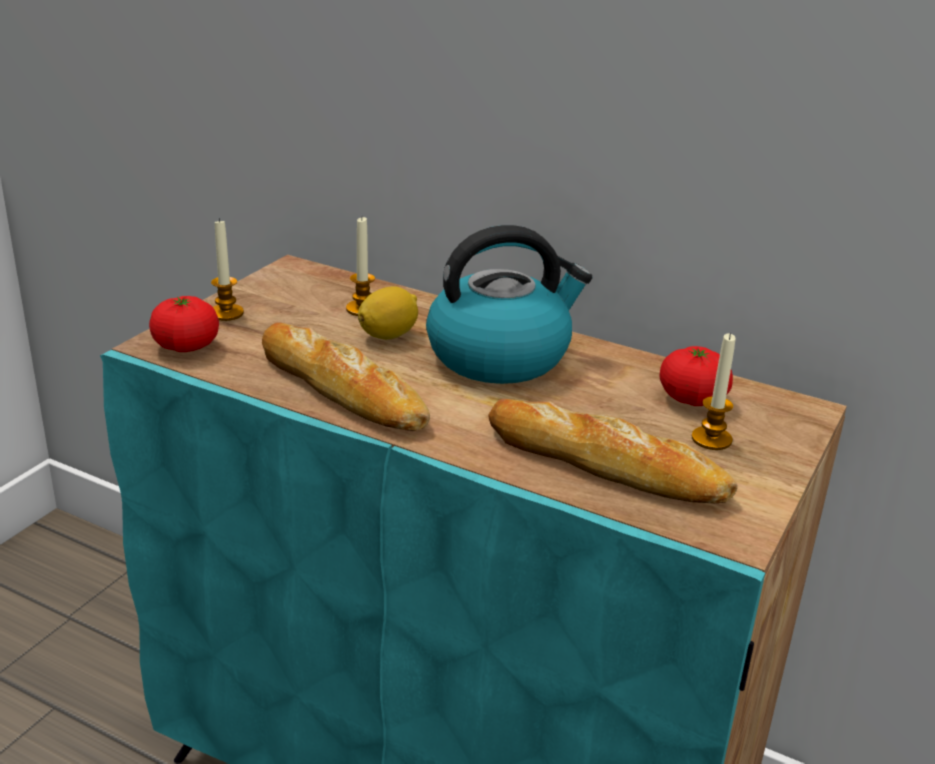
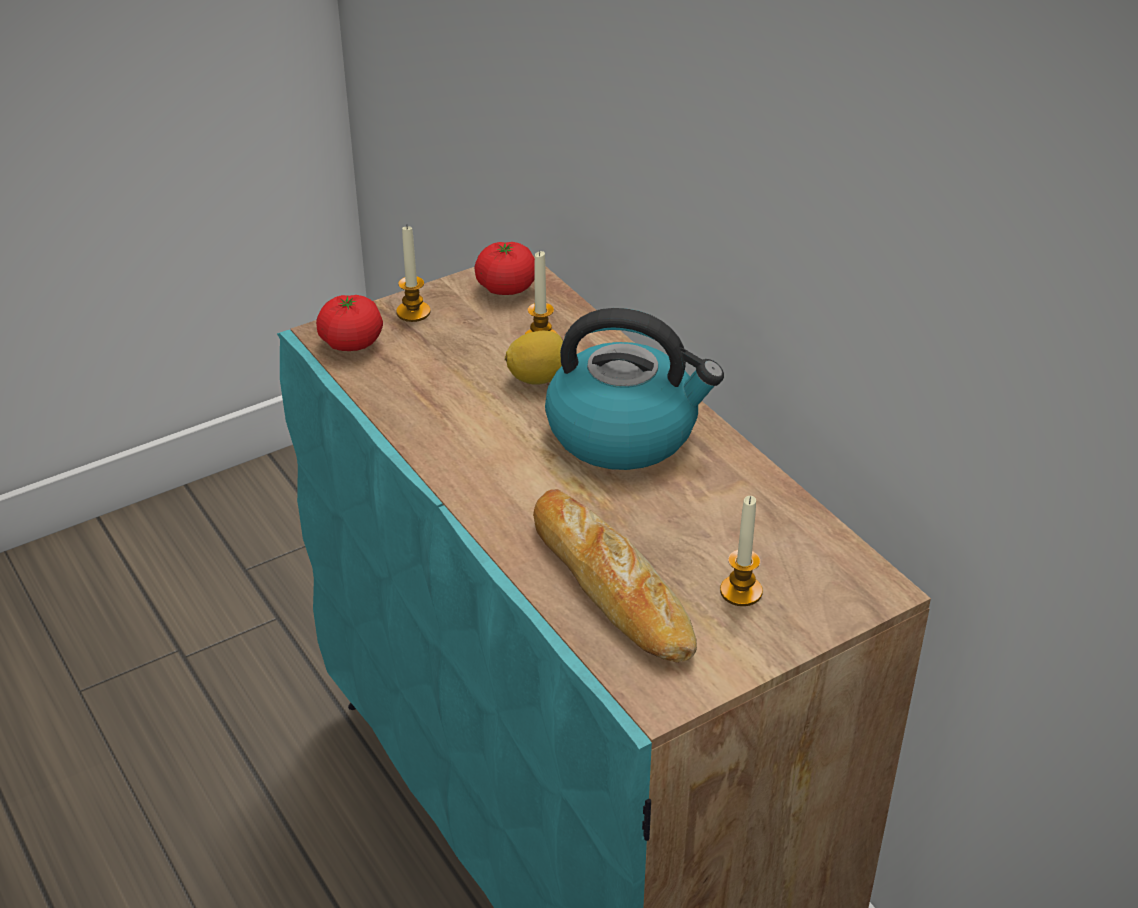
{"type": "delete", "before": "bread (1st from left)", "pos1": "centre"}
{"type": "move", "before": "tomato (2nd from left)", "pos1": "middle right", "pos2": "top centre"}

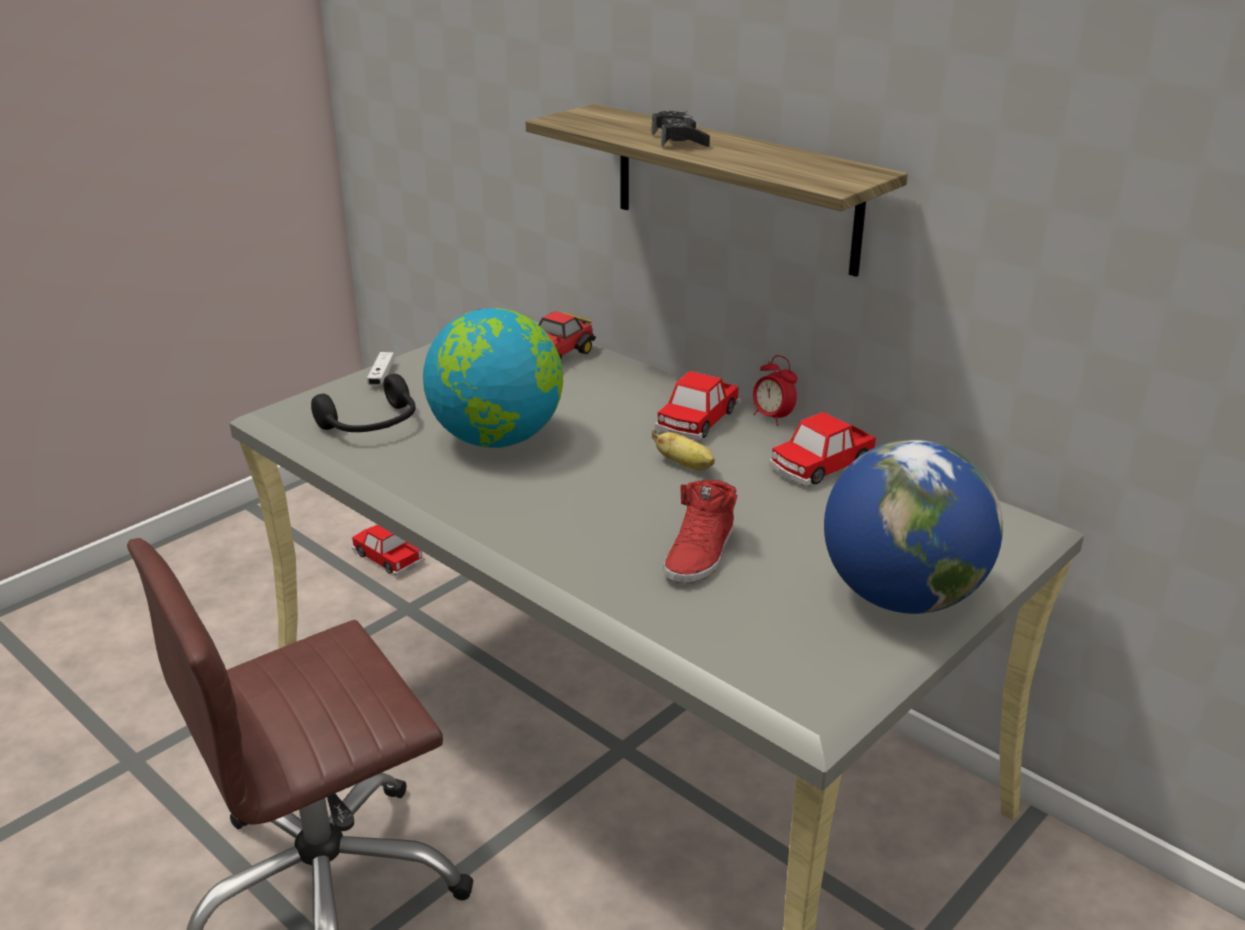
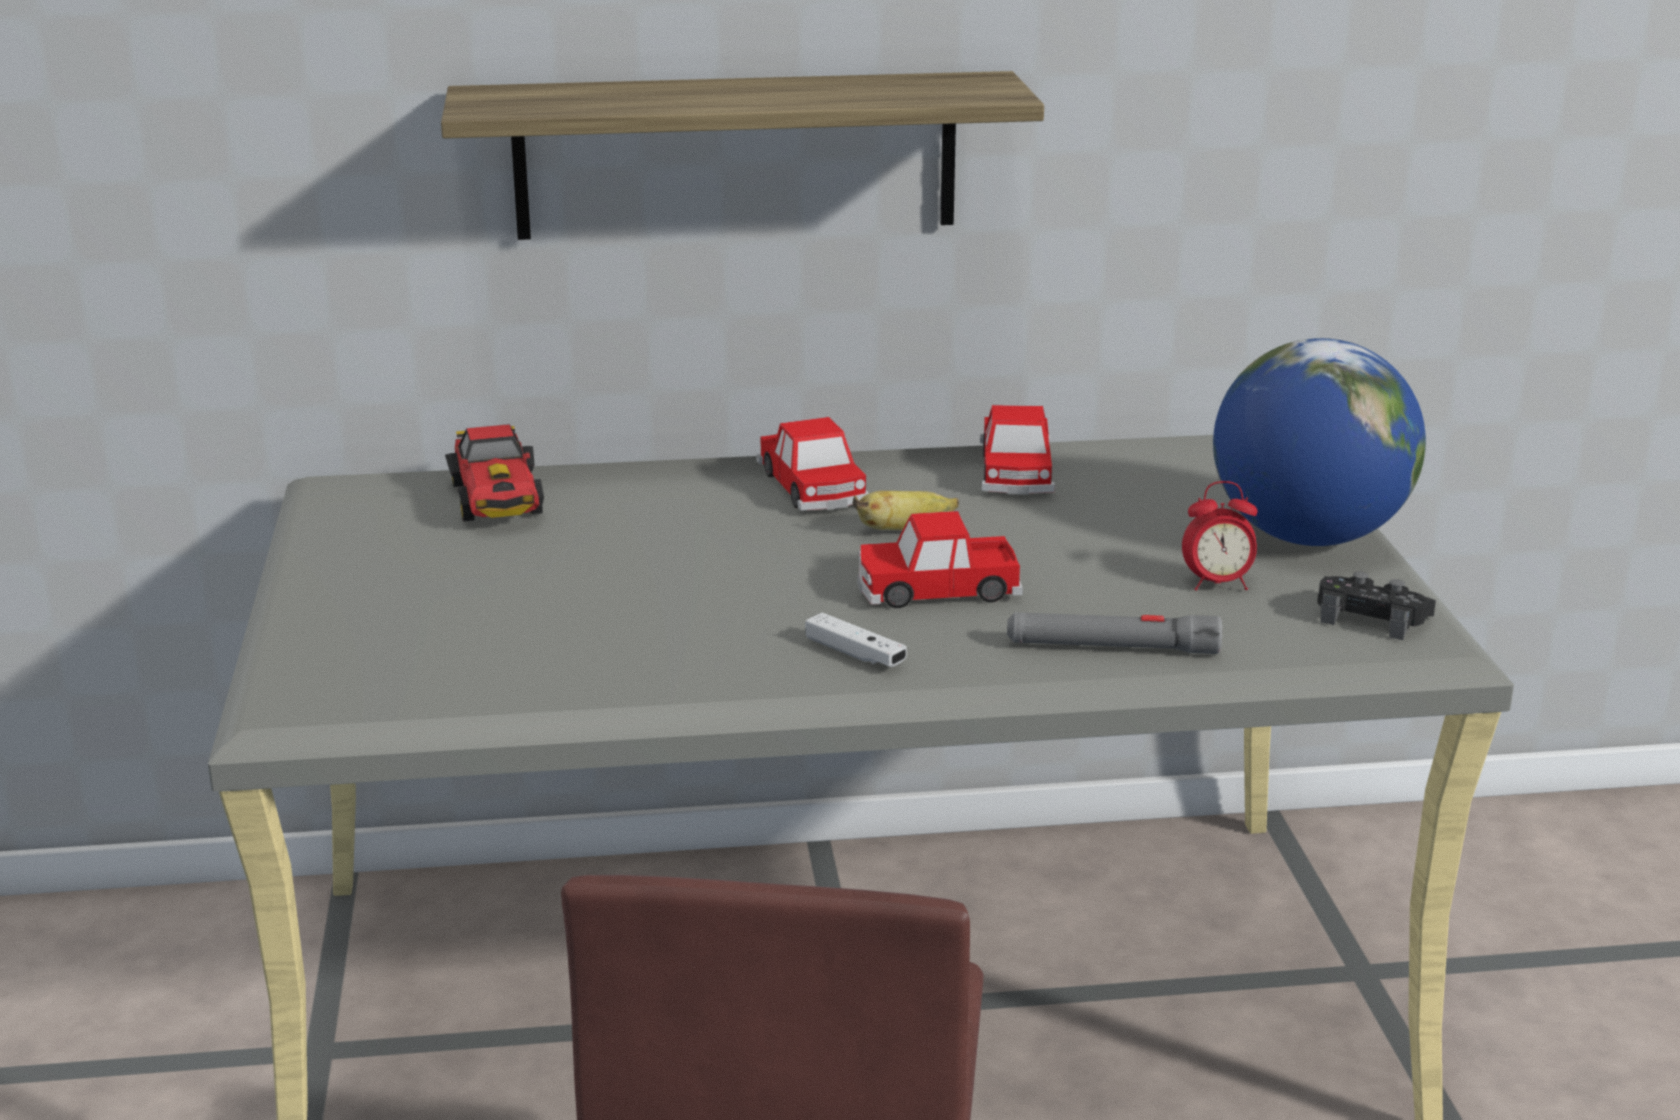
{"type": "delete", "before": "headphones (black)", "pos1": "middle left"}
{"type": "move", "before": "toy car (1st from left in the first image)", "after": "toy car (3rd from left)", "pos1": "middle left", "pos2": "centre"}
{"type": "move", "before": "game controller (white)", "pos1": "middle left", "pos2": "centre"}
{"type": "delete", "before": "globe (1st from left)", "pos1": "centre"}
{"type": "move", "before": "game controller (black)", "pos1": "top centre", "pos2": "middle right"}
{"type": "delete", "before": "shoe (red)", "pos1": "centre"}
{"type": "move", "before": "alarm clock", "pos1": "centre", "pos2": "middle right"}
{"type": "insert", "after": "flashlight (grey)", "pos2": "centre"}

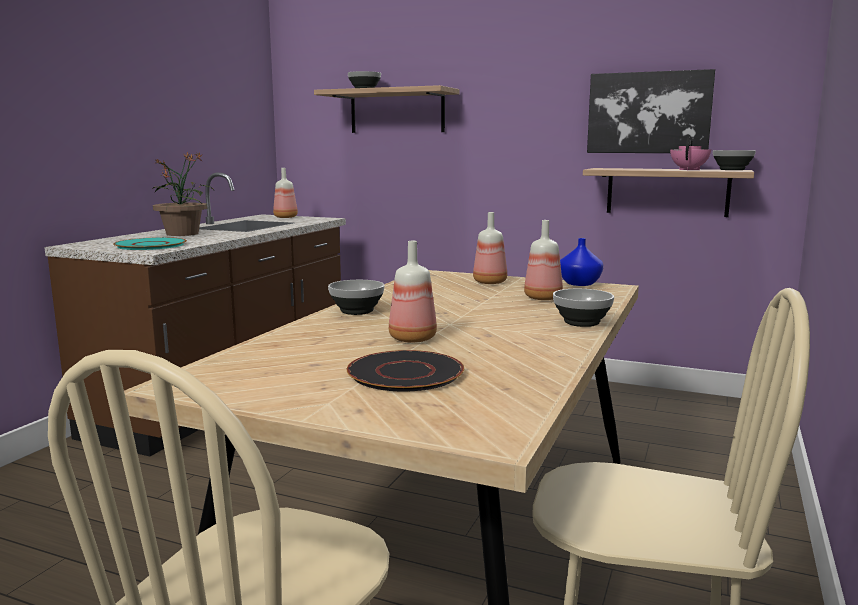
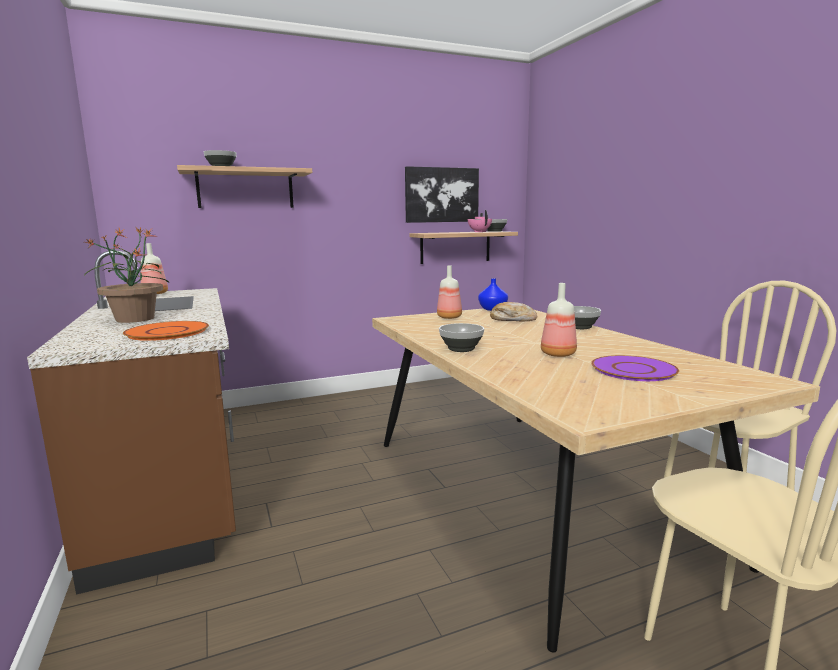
{"type": "recolor", "before": "plate (turquoise)", "after": "plate (orange)", "pos1": "middle left", "pos2": "middle left"}
{"type": "recolor", "before": "plate (black)", "after": "plate (purple)", "pos1": "centre", "pos2": "middle right"}
{"type": "replace", "before": "bottle (4th from left)", "after": "bread", "pos1": "centre", "pos2": "centre"}

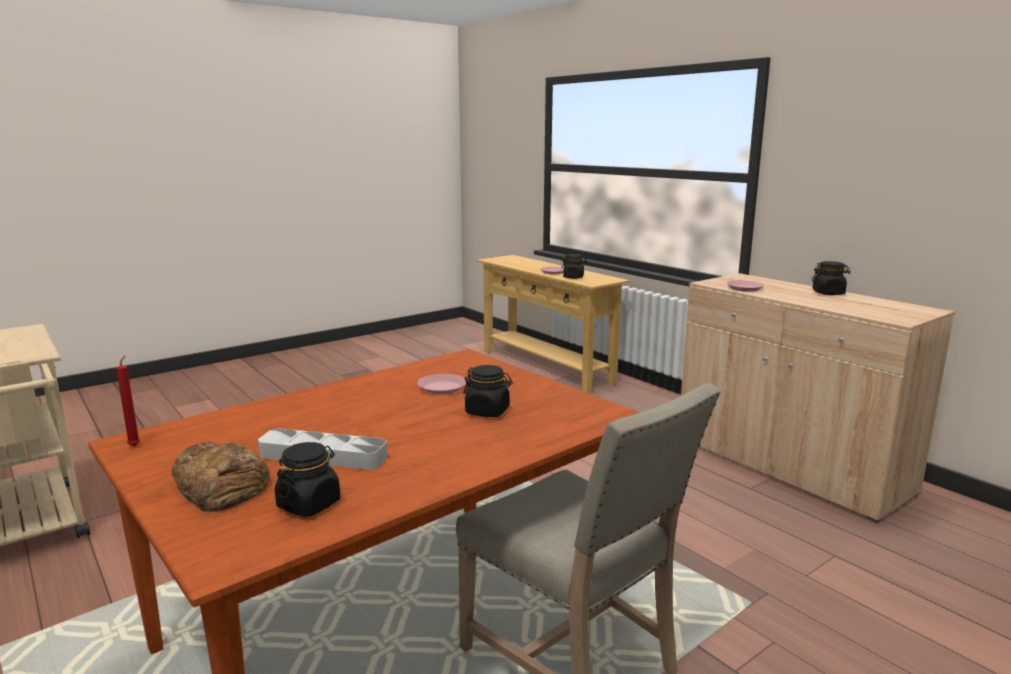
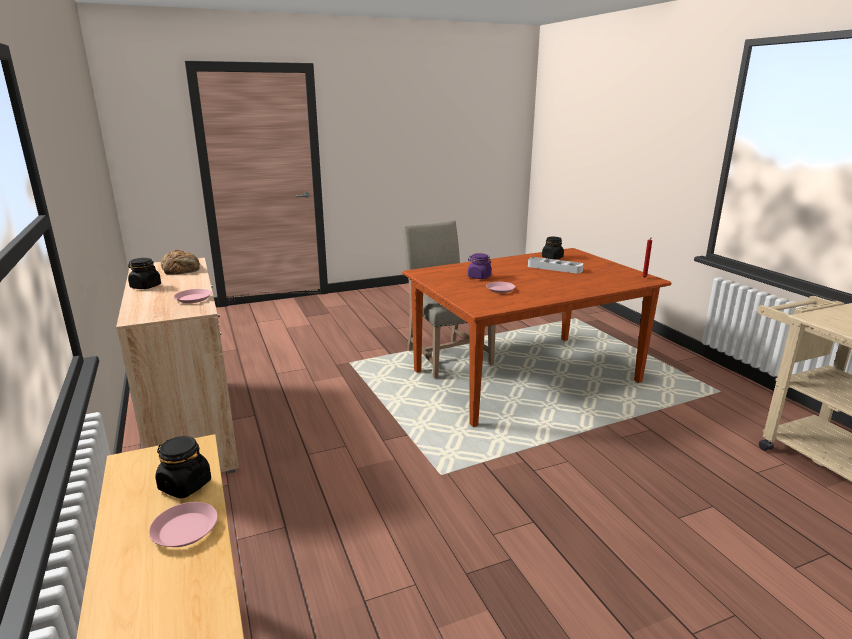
{"type": "move", "before": "bread", "pos1": "bottom left", "pos2": "middle left"}
{"type": "recolor", "before": "jar (black) (2nd from left)", "after": "jar (purple)", "pos1": "centre", "pos2": "centre"}

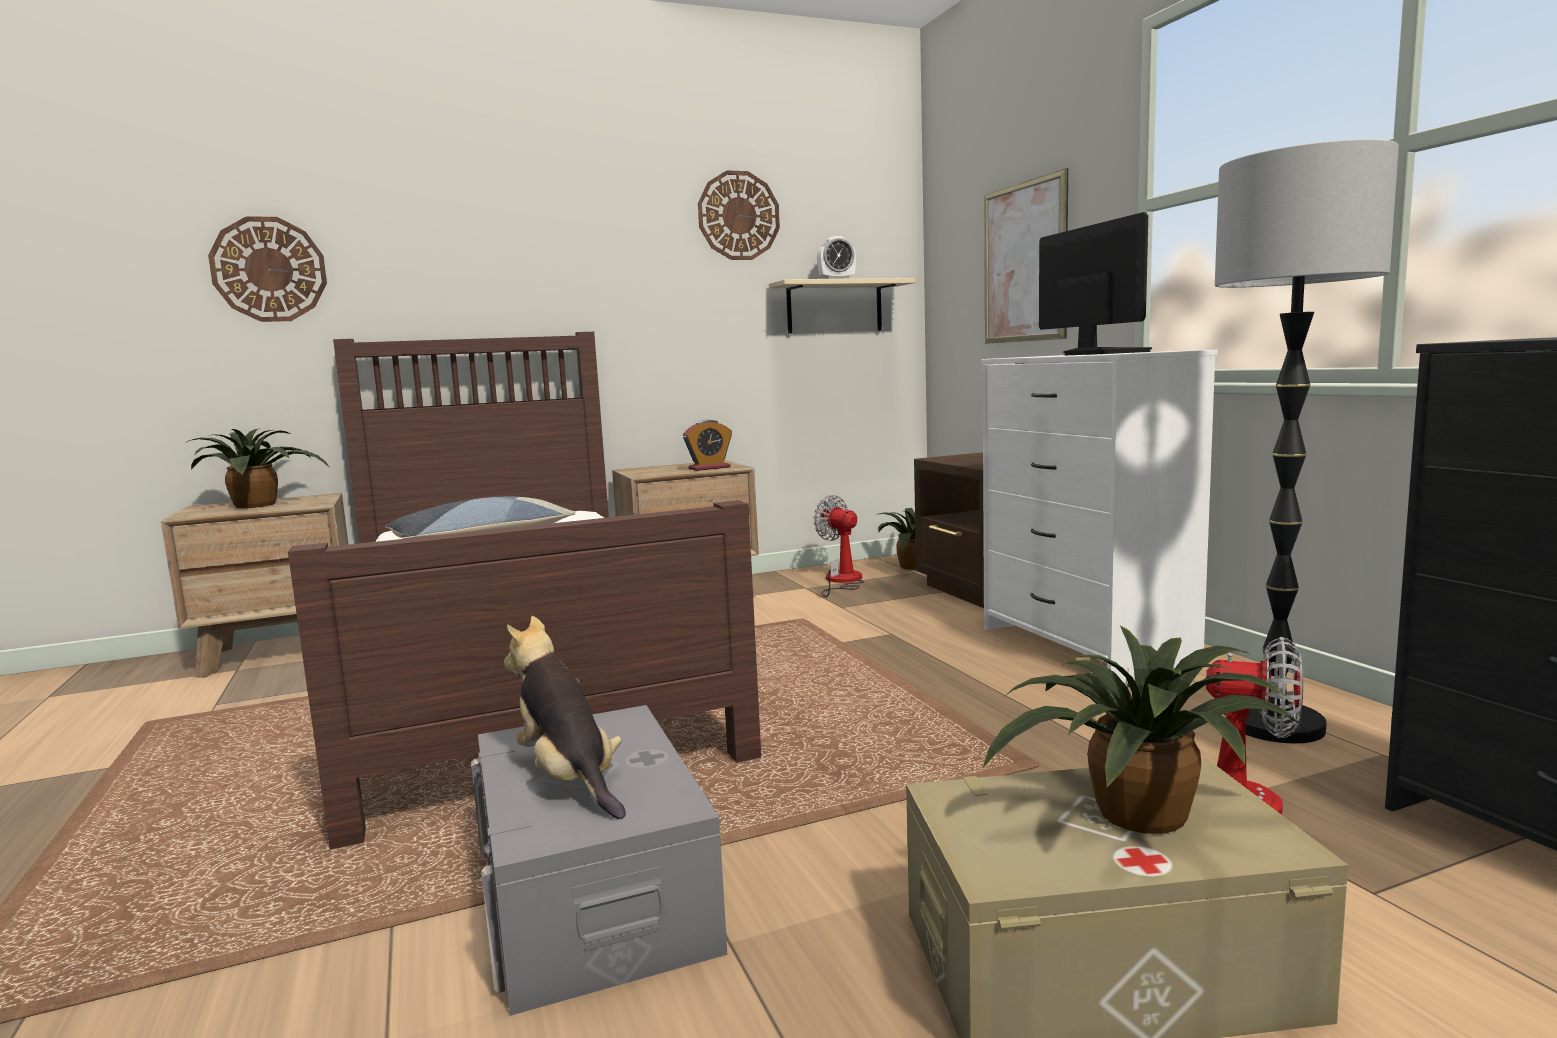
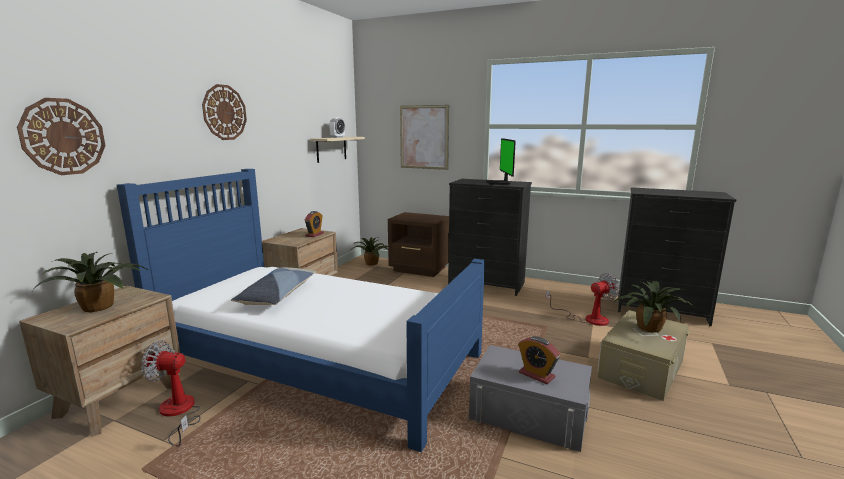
{"type": "recolor", "before": "bed (brown)", "after": "bed (blue)", "pos1": "centre", "pos2": "centre"}
{"type": "replace", "before": "plush toy", "after": "alarm clock (3rd from left)", "pos1": "bottom centre", "pos2": "bottom centre"}
{"type": "move", "before": "wall clock (2nd from left)", "pos1": "top centre", "pos2": "top left"}
{"type": "move", "before": "fan (1st from left)", "pos1": "centre", "pos2": "bottom left"}
{"type": "recolor", "before": "dresser (white)", "after": "dresser (black) (1st from left)", "pos1": "middle right", "pos2": "centre"}
{"type": "rotate", "before": "monitor", "pos1": "top right", "pos2": "centre", "turn": -120}
{"type": "delete", "before": "floor lamp", "pos1": "middle right"}

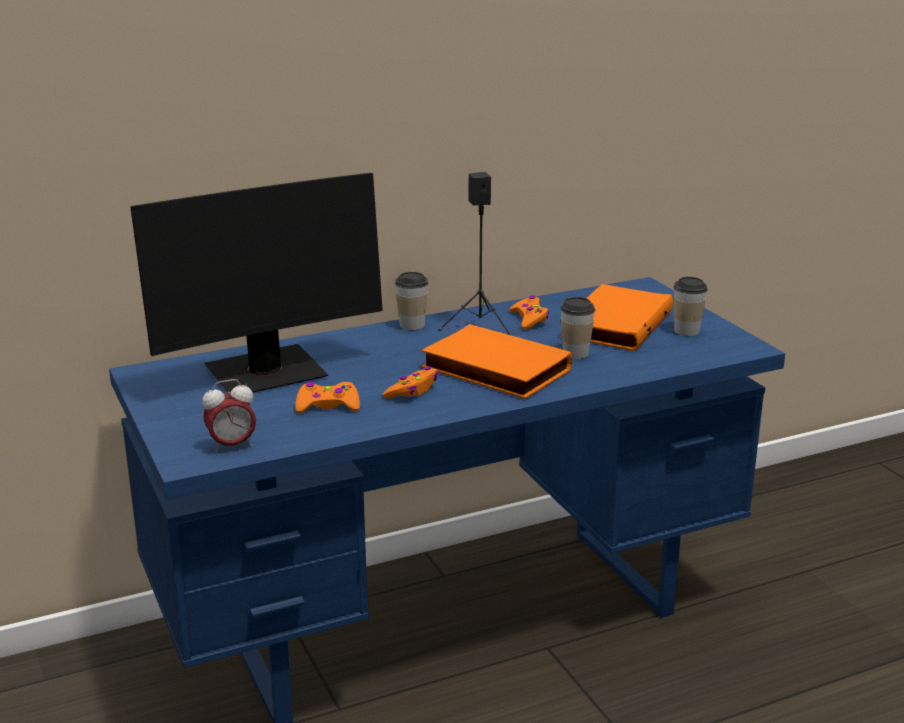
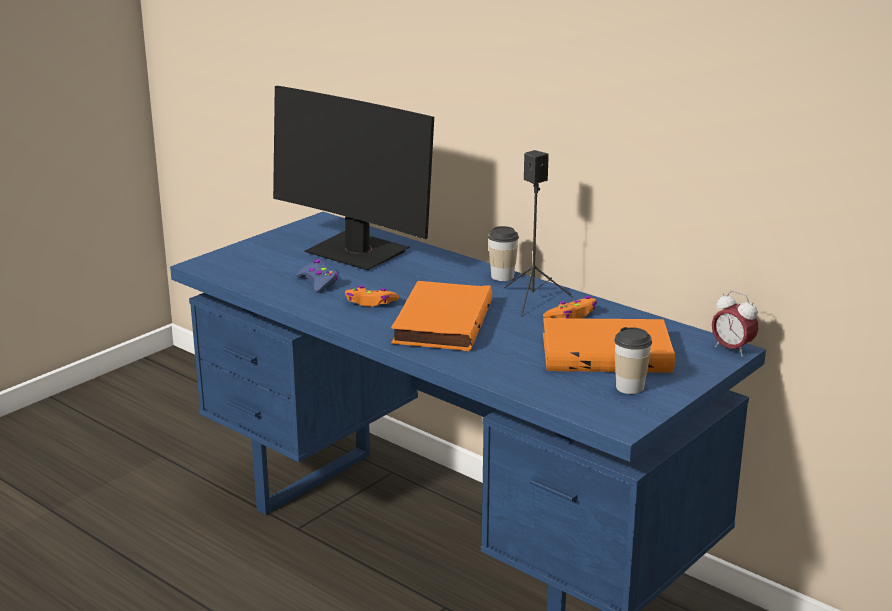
{"type": "move", "before": "alarm clock", "pos1": "middle left", "pos2": "middle right"}
{"type": "recolor", "before": "game controller (orange) (1st from left)", "after": "game controller (blue)", "pos1": "centre", "pos2": "centre"}
{"type": "delete", "before": "cup (2nd from left)", "pos1": "centre"}

